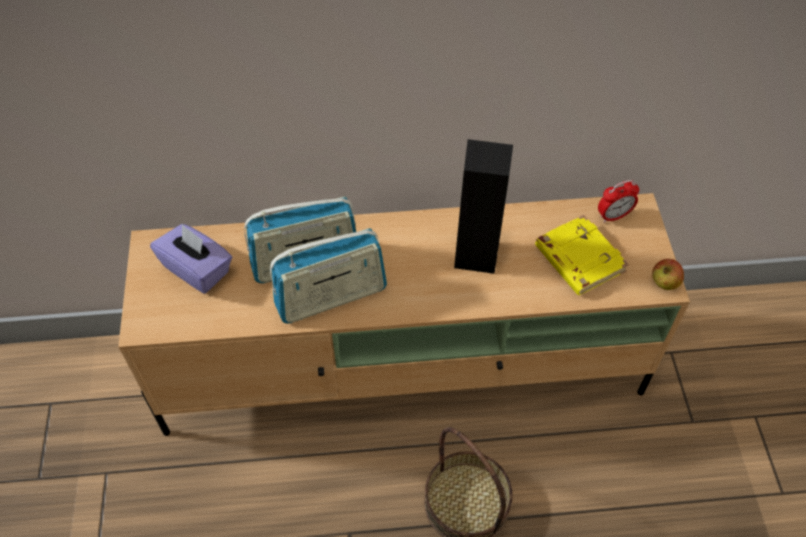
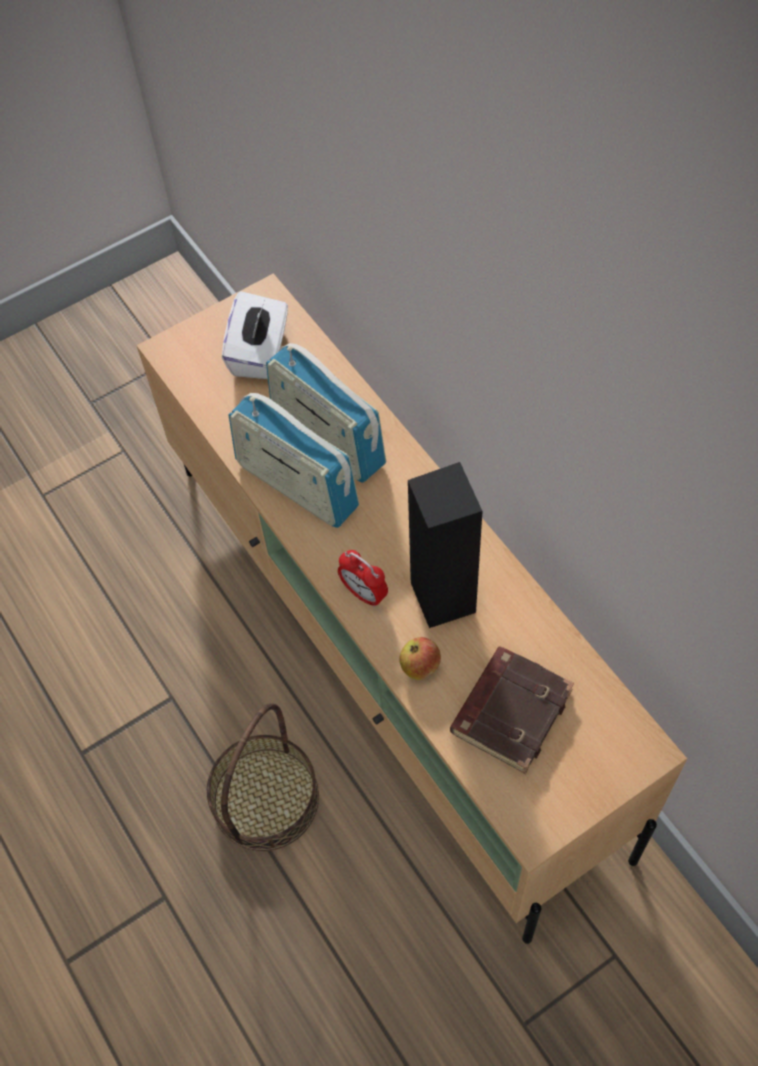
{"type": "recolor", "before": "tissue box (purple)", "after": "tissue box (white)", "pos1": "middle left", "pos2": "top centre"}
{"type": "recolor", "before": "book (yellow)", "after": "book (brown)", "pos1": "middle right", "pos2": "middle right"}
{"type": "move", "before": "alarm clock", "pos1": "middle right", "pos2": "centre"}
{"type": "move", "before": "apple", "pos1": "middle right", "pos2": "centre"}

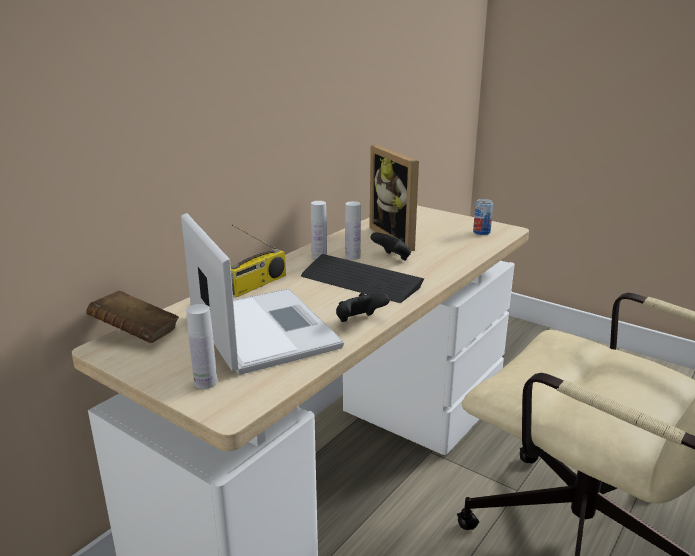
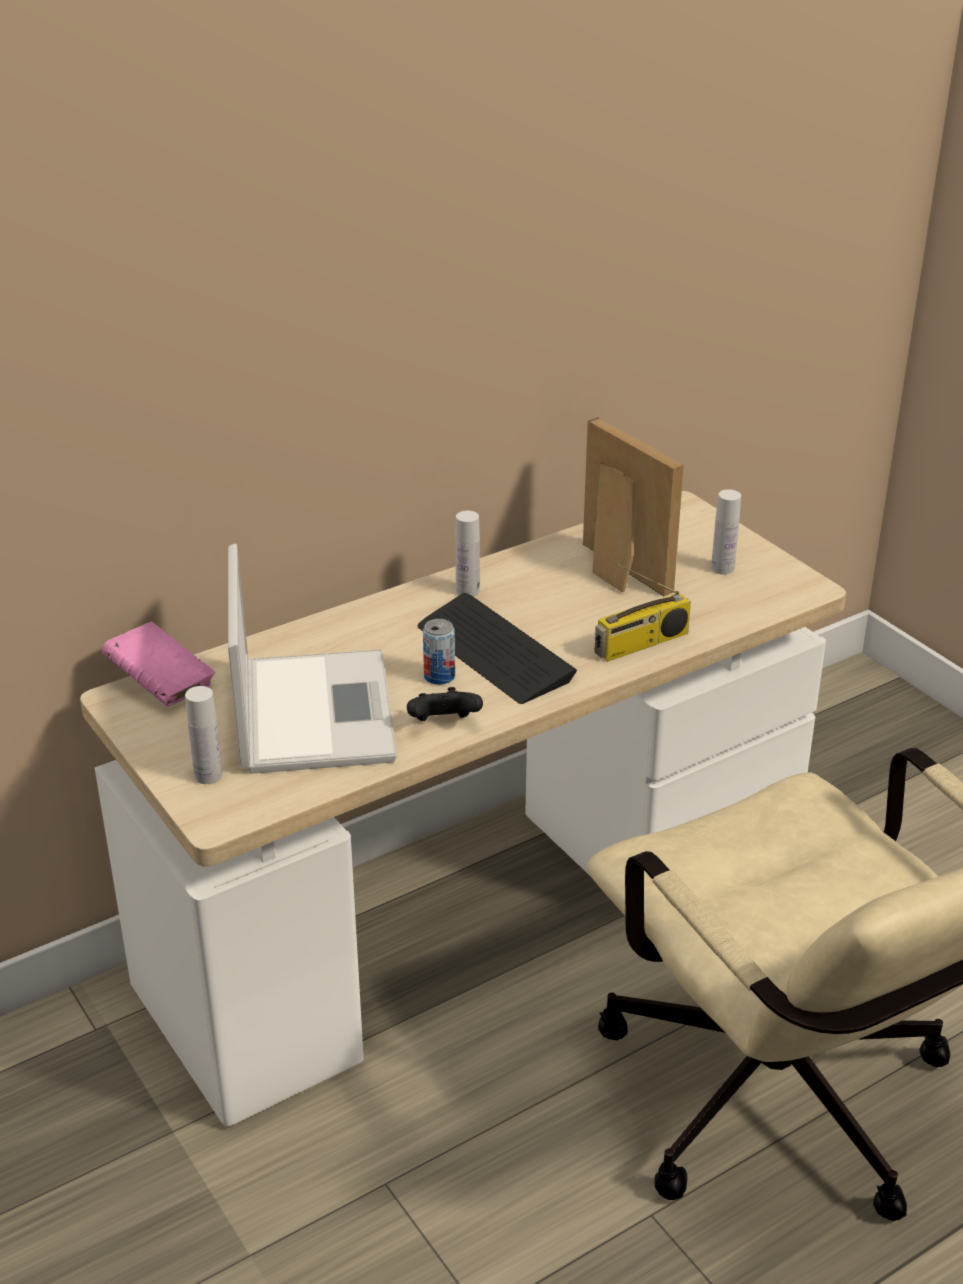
{"type": "recolor", "before": "book (brown)", "after": "book (pink)", "pos1": "middle left", "pos2": "middle left"}
{"type": "move", "before": "radio", "pos1": "centre", "pos2": "middle right"}
{"type": "move", "before": "bottle (white) (3rd from left)", "pos1": "centre", "pos2": "middle right"}
{"type": "rotate", "before": "picture frame", "pos1": "centre", "pos2": "centre", "turn": 150}
{"type": "delete", "before": "game controller (black) (2nd from left)", "pos1": "centre"}
{"type": "move", "before": "can", "pos1": "middle right", "pos2": "centre"}

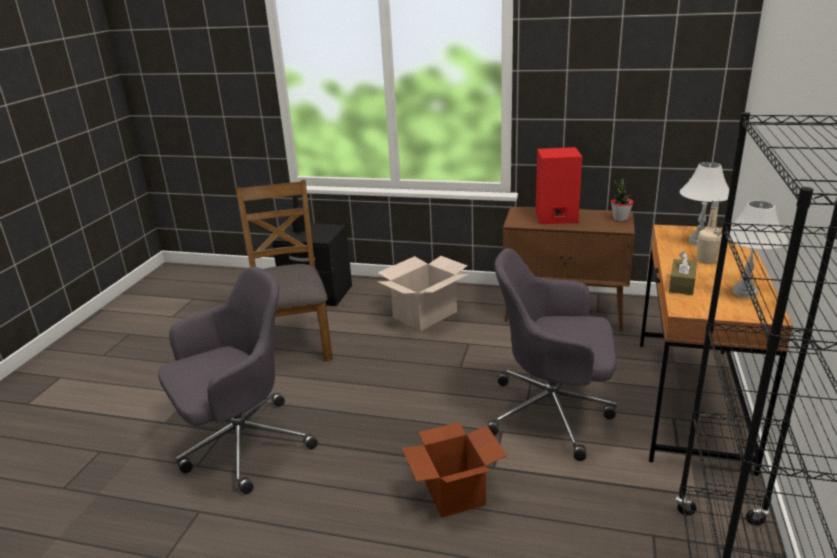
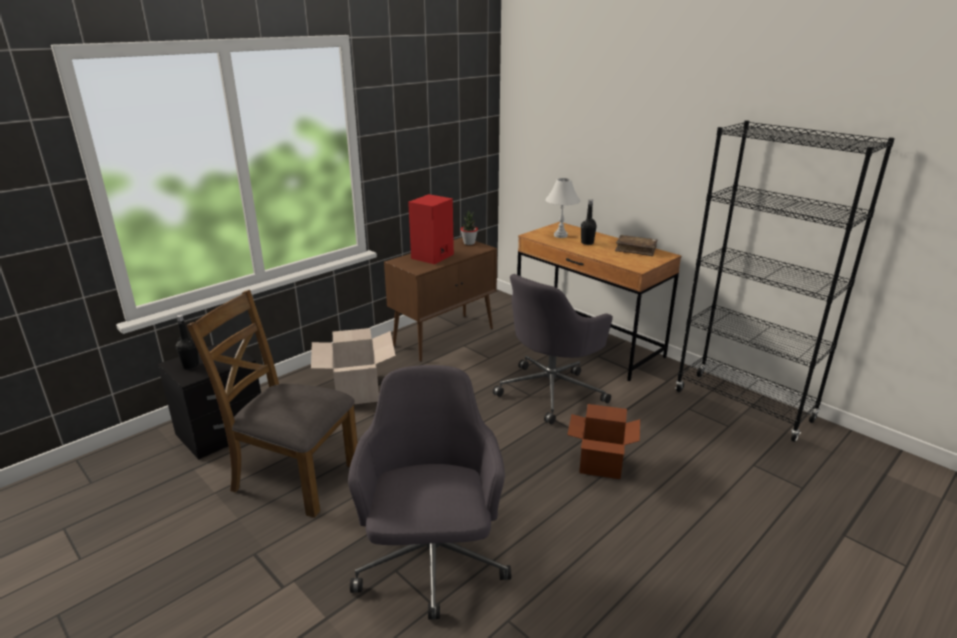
{"type": "delete", "before": "tissue box (brown)", "pos1": "middle right"}
{"type": "recolor", "before": "bottle (beige)", "after": "bottle (black) (2nd from left)", "pos1": "middle right", "pos2": "centre"}
{"type": "replace", "before": "table lamp (white) (2nd from left)", "after": "book (brown)", "pos1": "middle right", "pos2": "centre"}

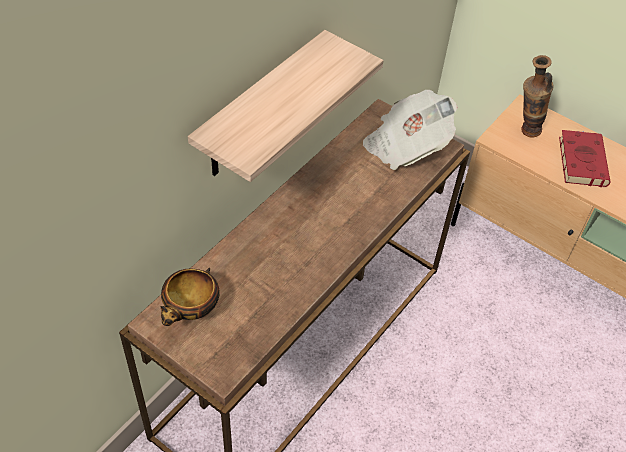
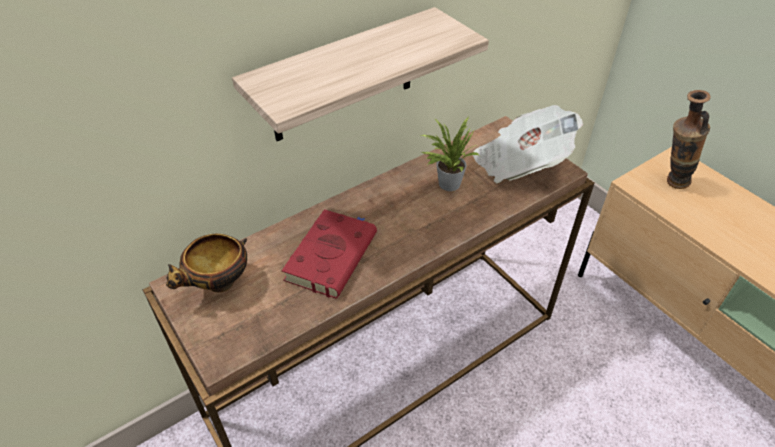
{"type": "move", "before": "book (red)", "pos1": "middle right", "pos2": "centre"}
{"type": "insert", "after": "potted plant", "pos2": "centre"}

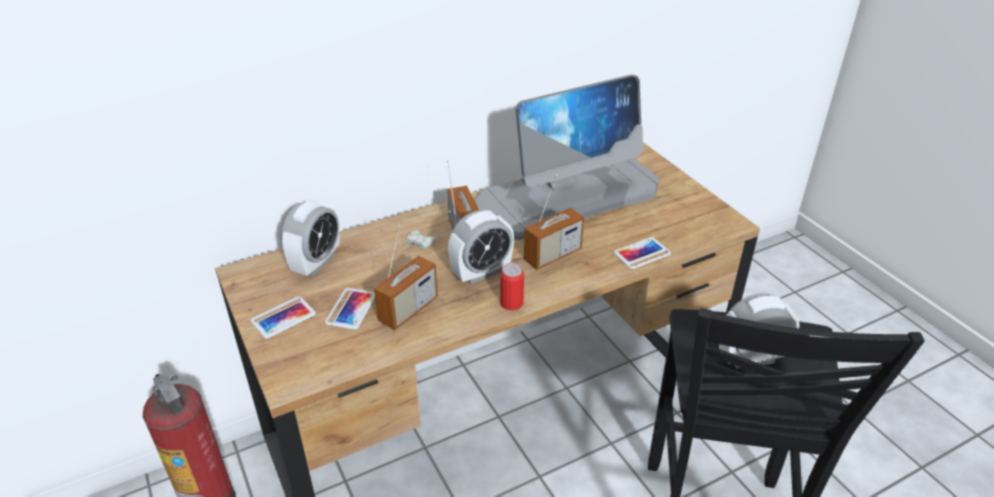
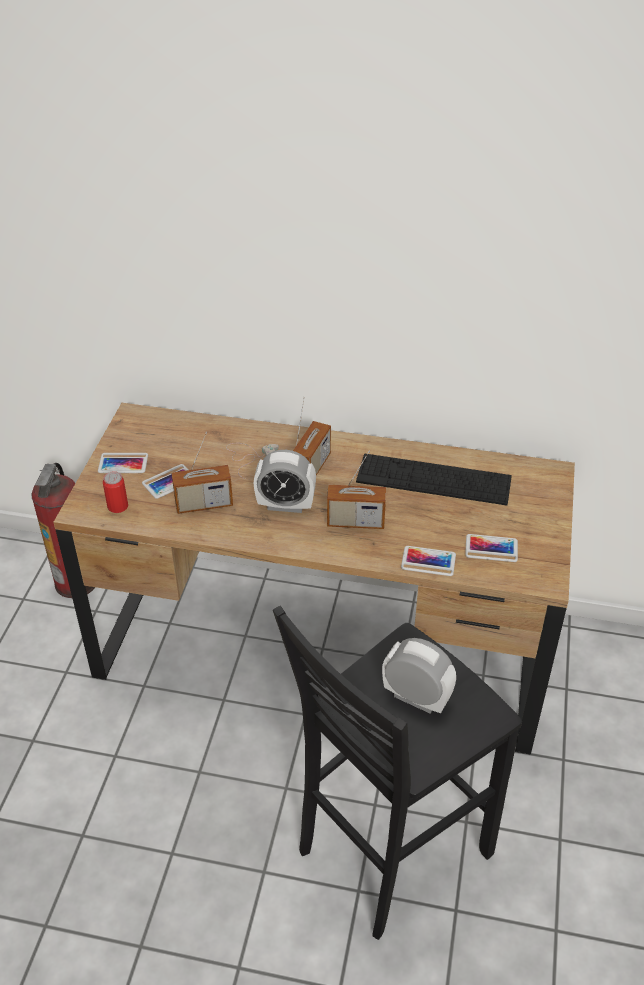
{"type": "delete", "before": "alarm clock (1st from left)", "pos1": "middle left"}
{"type": "replace", "before": "monitor", "after": "keyboard", "pos1": "top centre", "pos2": "middle right"}
{"type": "move", "before": "can", "pos1": "centre", "pos2": "middle left"}
{"type": "insert", "after": "phone (4th from left)", "pos2": "middle right"}

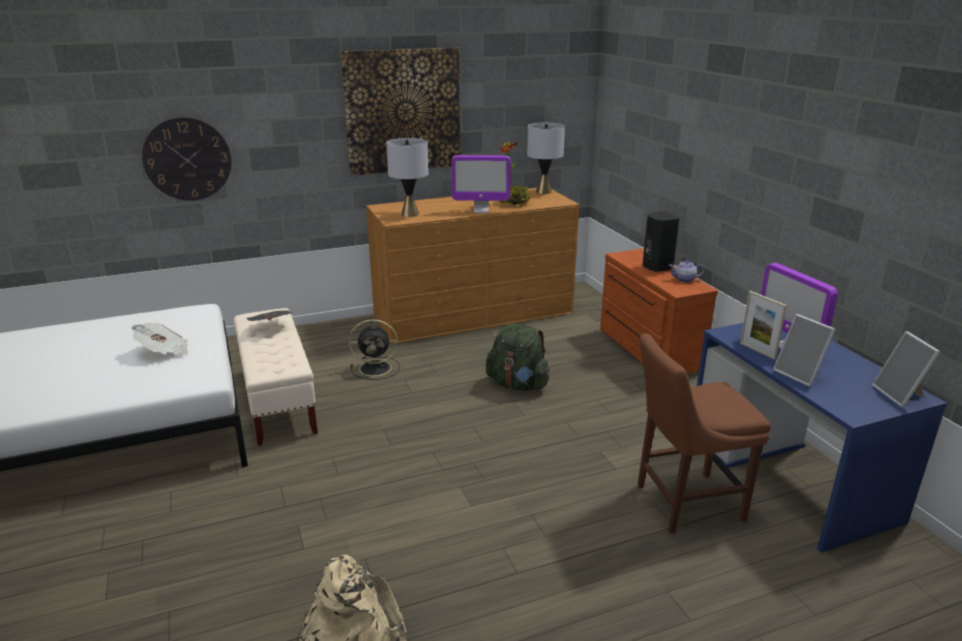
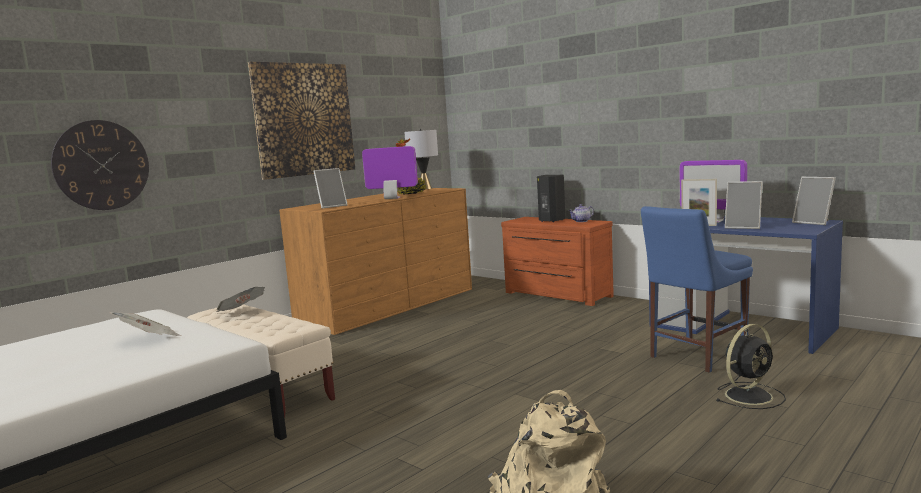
{"type": "move", "before": "fan (black)", "pos1": "centre", "pos2": "bottom right"}
{"type": "replace", "before": "table lamp (grey) (1st from left)", "after": "picture frame (1st from left)", "pos1": "top centre", "pos2": "centre"}
{"type": "rotate", "before": "monitor (1st from left)", "pos1": "top centre", "pos2": "centre", "turn": -150}
{"type": "delete", "before": "backpack (green)", "pos1": "centre"}
{"type": "recolor", "before": "chair (brown)", "after": "chair (blue)", "pos1": "bottom right", "pos2": "middle right"}

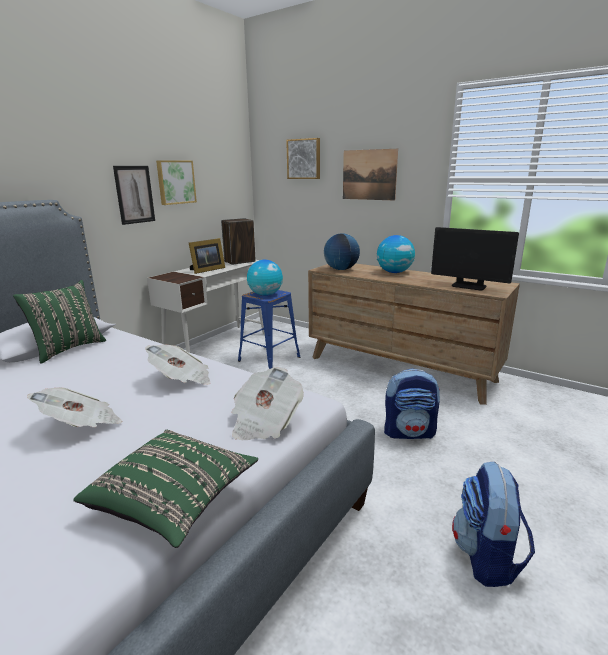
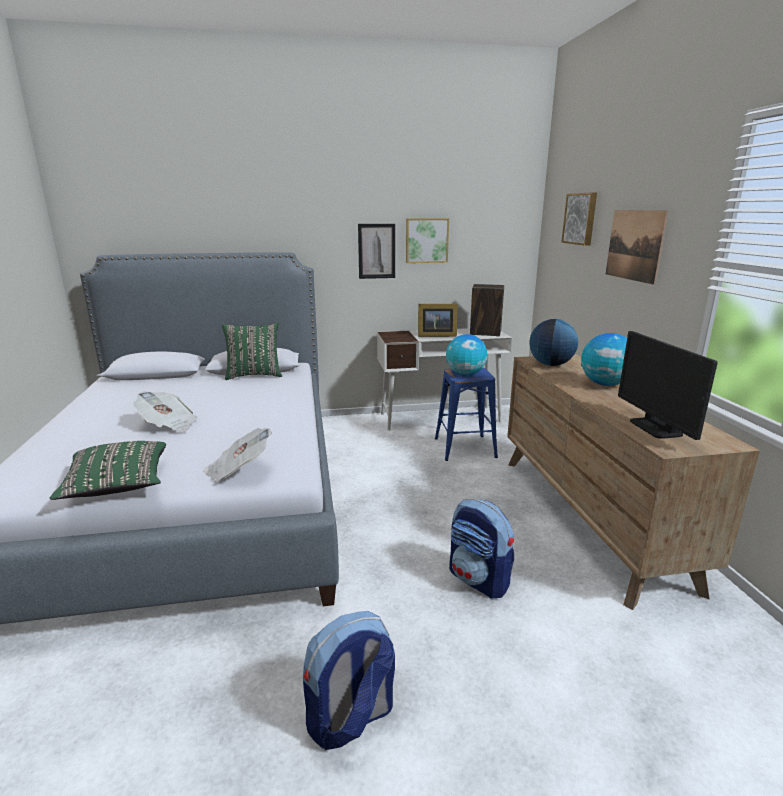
{"type": "delete", "before": "newspaper (2nd from left)", "pos1": "middle left"}

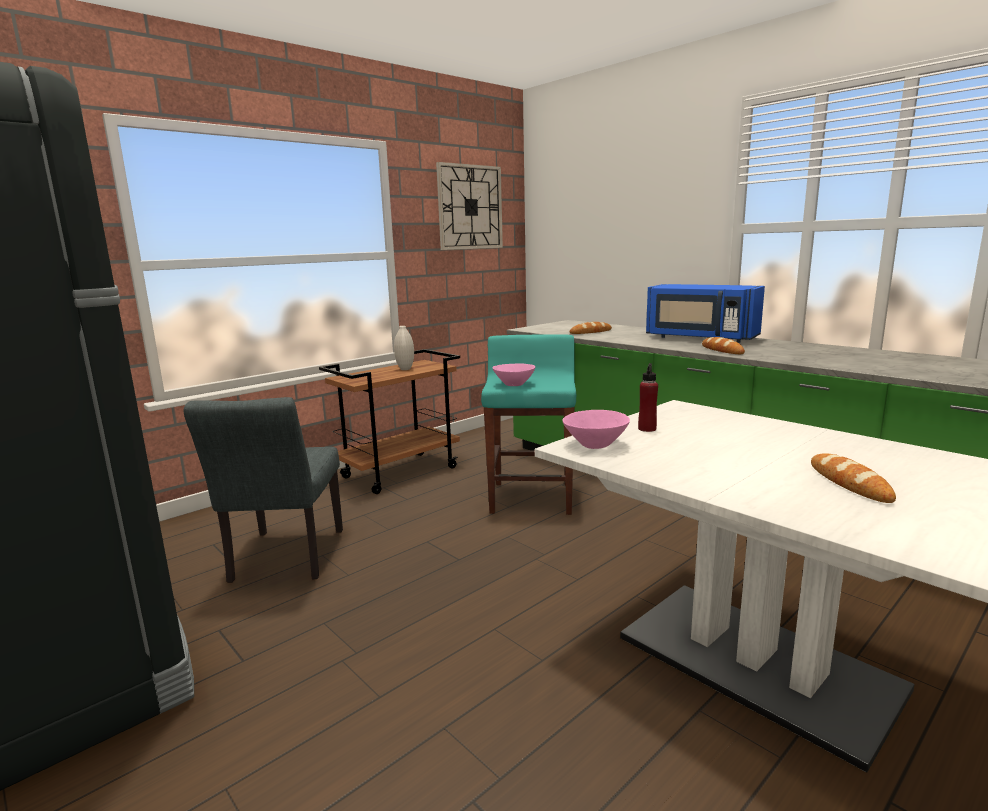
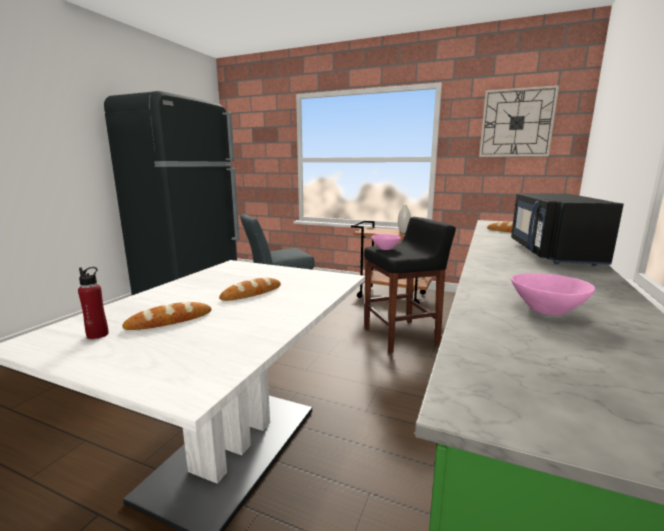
{"type": "recolor", "before": "stool (turquoise)", "after": "stool (black)", "pos1": "centre", "pos2": "centre"}
{"type": "move", "before": "bowl (pink) (2nd from left)", "pos1": "centre", "pos2": "middle right"}
{"type": "move", "before": "bottle (red)", "pos1": "centre", "pos2": "middle left"}
{"type": "recolor", "before": "microwave (blue)", "after": "microwave (black)", "pos1": "middle right", "pos2": "middle right"}
{"type": "move", "before": "bread (2nd from left)", "pos1": "middle right", "pos2": "centre"}

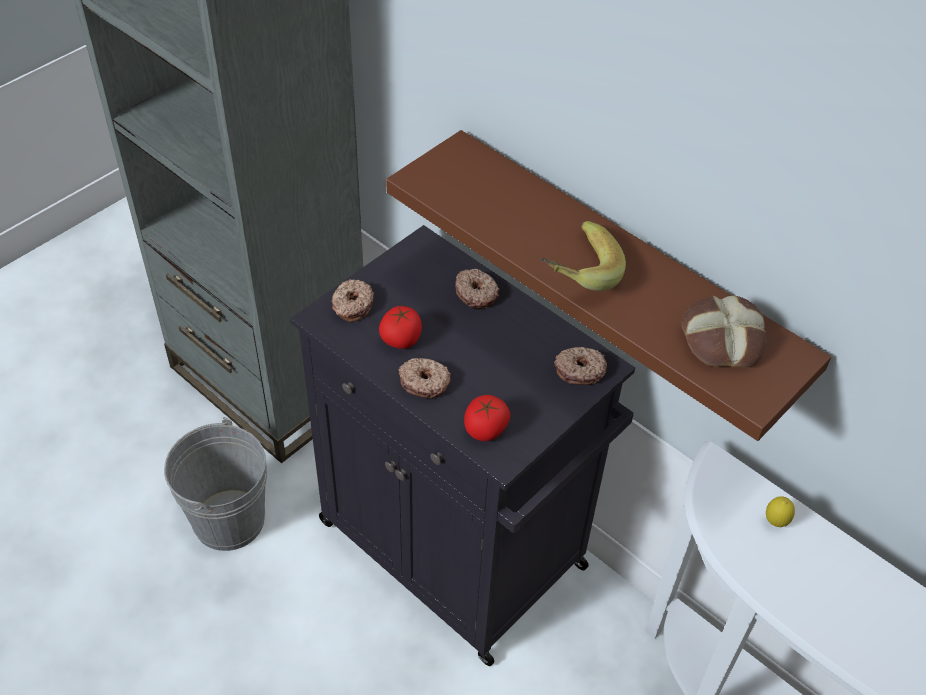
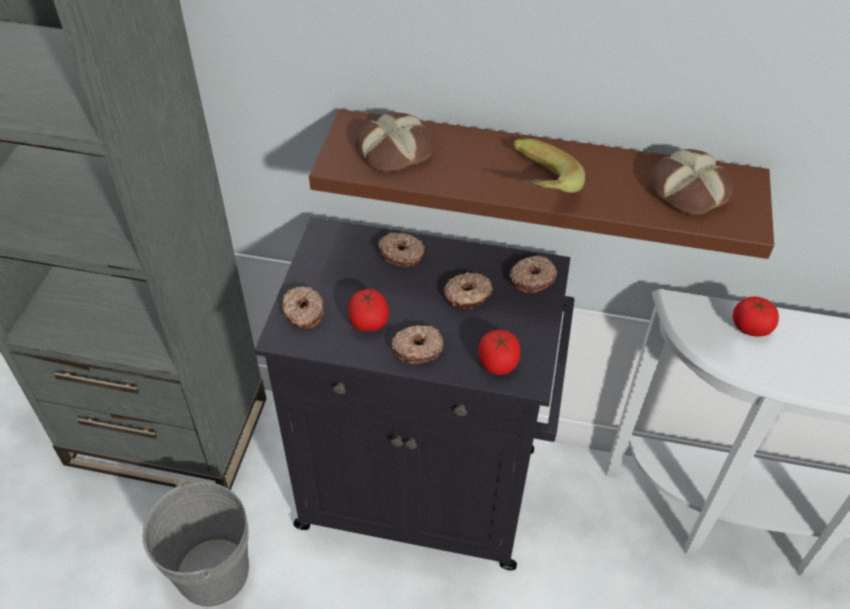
{"type": "replace", "before": "lemon", "after": "tomato (3rd from left)", "pos1": "bottom right", "pos2": "middle right"}
{"type": "insert", "after": "bread (1st from left)", "pos2": "top centre"}
{"type": "insert", "after": "donut (4th from left)", "pos2": "centre"}

